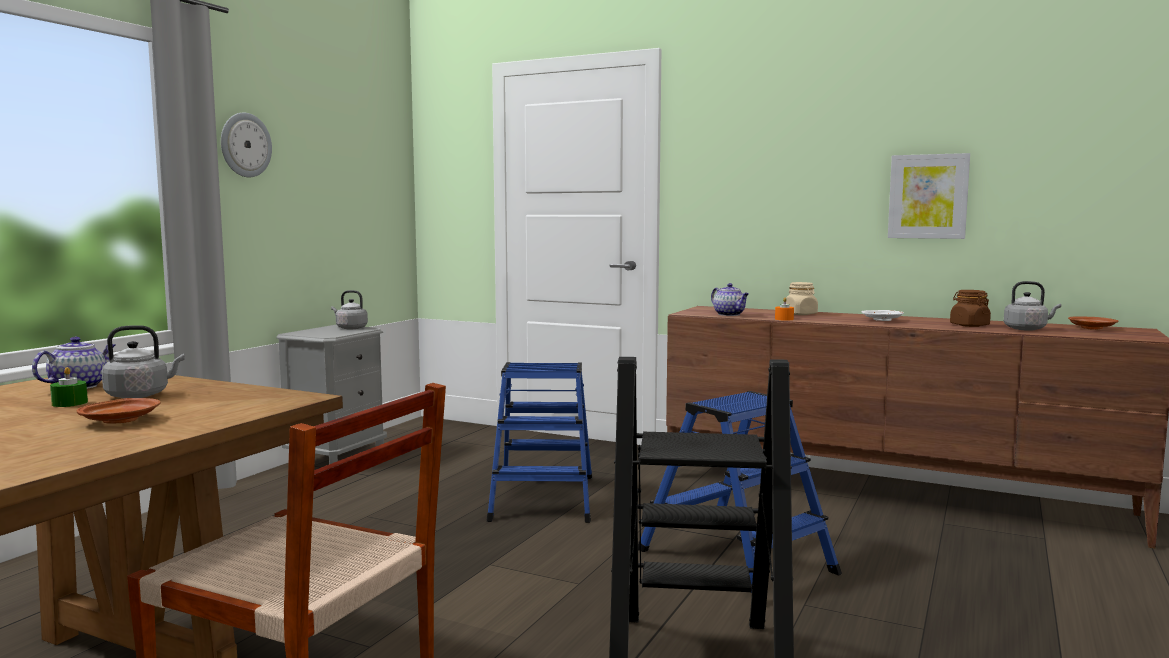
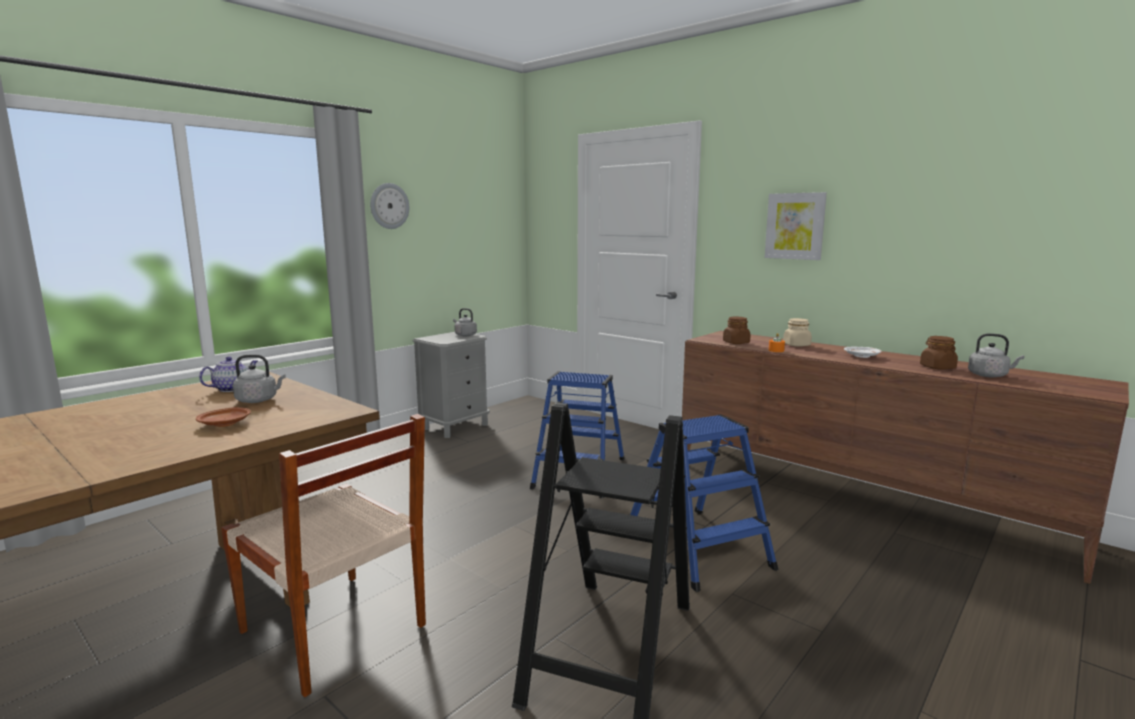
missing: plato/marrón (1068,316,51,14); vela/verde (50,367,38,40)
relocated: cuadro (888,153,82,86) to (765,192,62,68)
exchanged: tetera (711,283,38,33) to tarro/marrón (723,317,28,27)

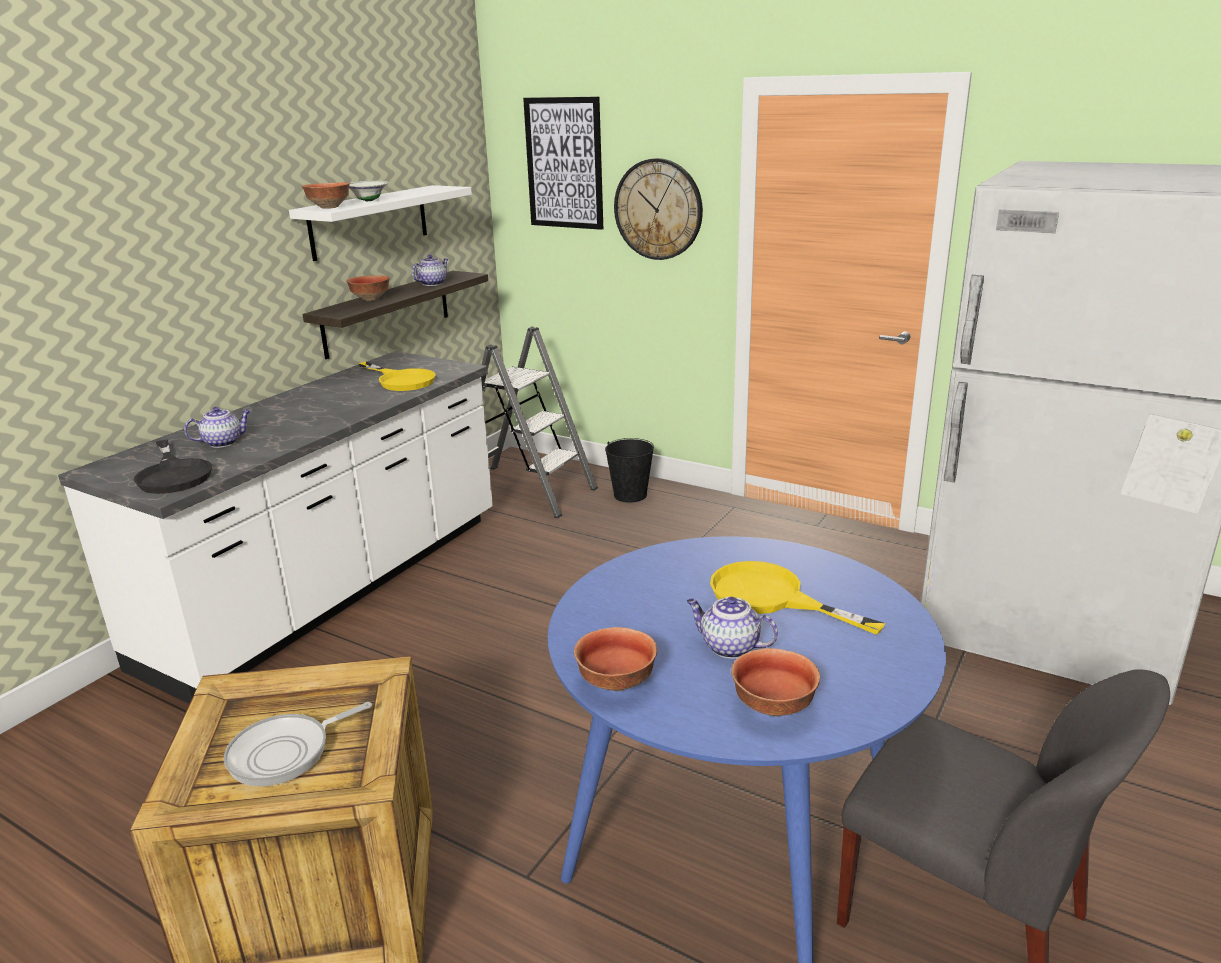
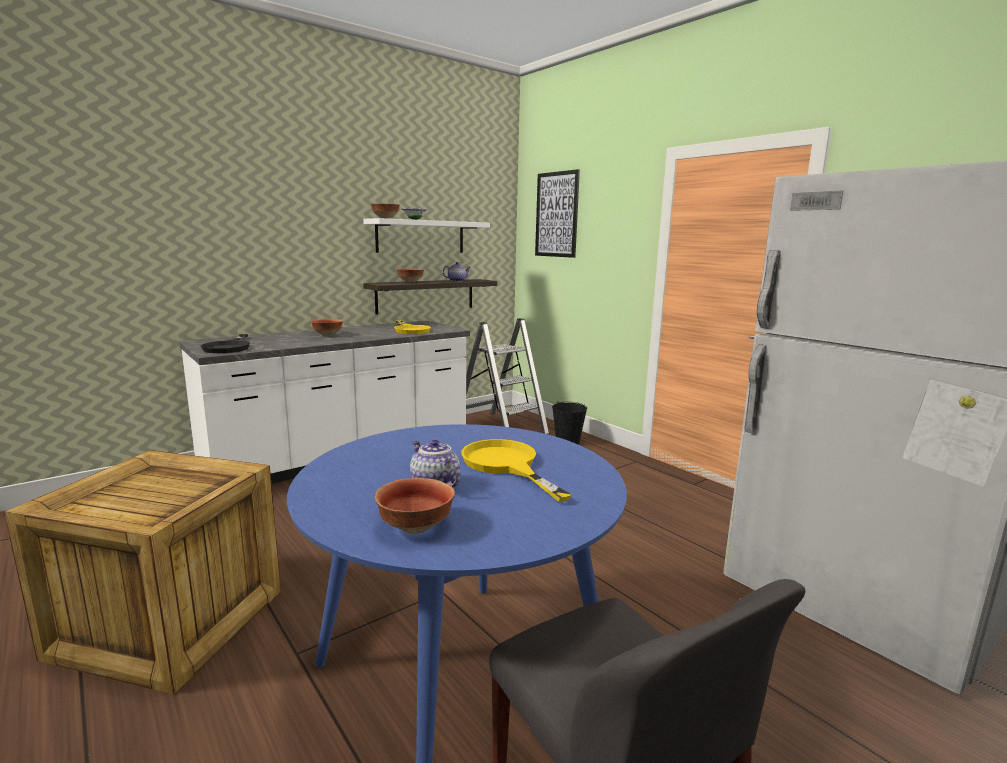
missing: reloj de pared (614,158,89,102); tetera (184,407,67,41); sartén (224,702,148,84)
relocated: cuenco (574,627,83,64) to (311,319,32,17)

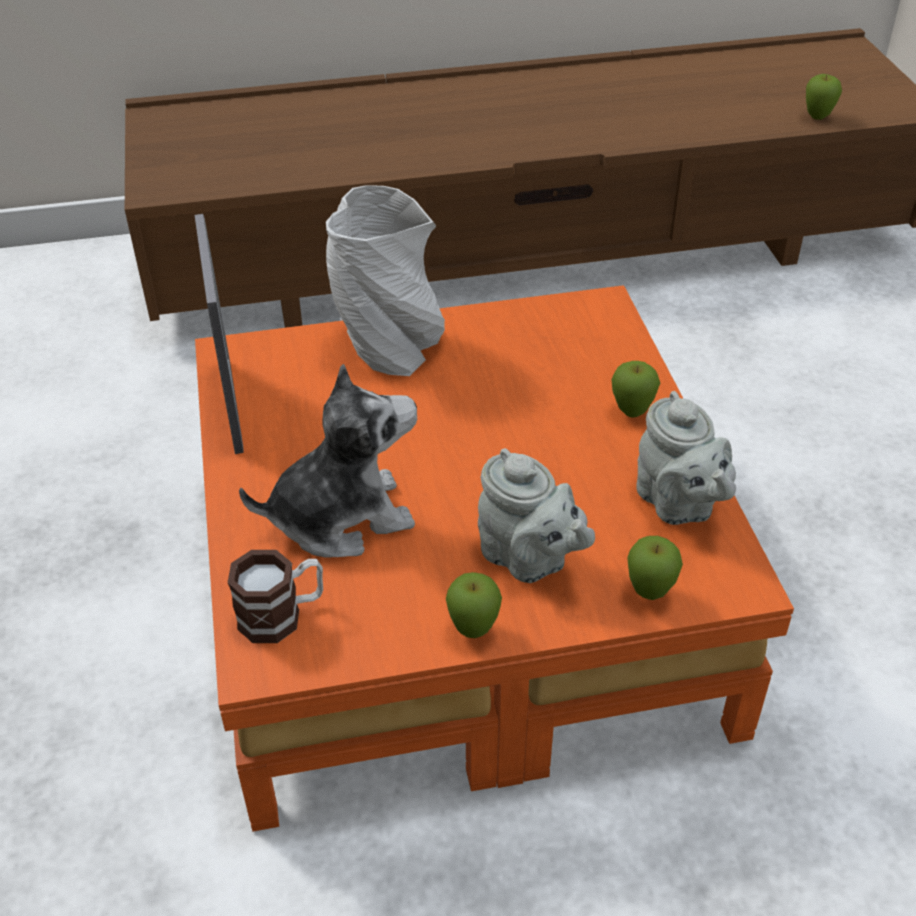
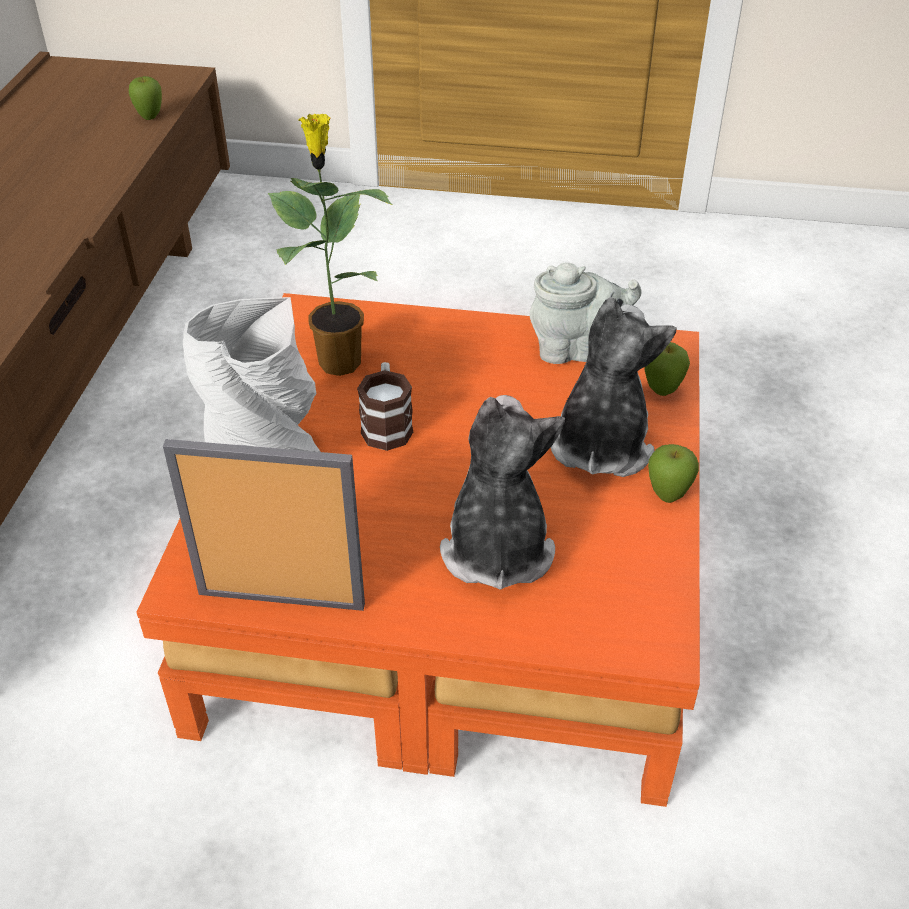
missing: manzana (611,361,49,57)
appeared: planta en maceta (268,113,124,263)
relocated: taza grande (227,550,96,93) to (357,362,56,89)
exchanged: tetera/gris (478,448,117,135) to peluche (551,296,126,181)

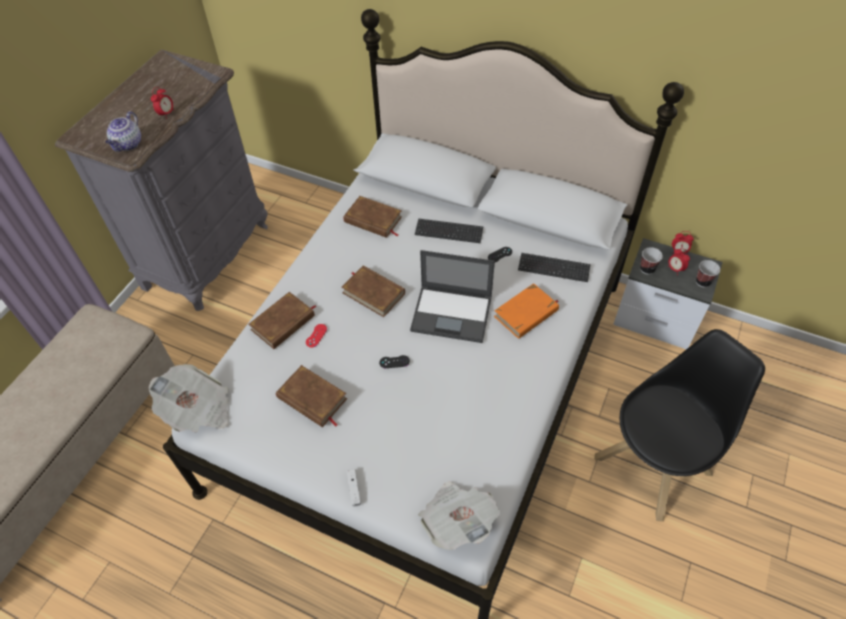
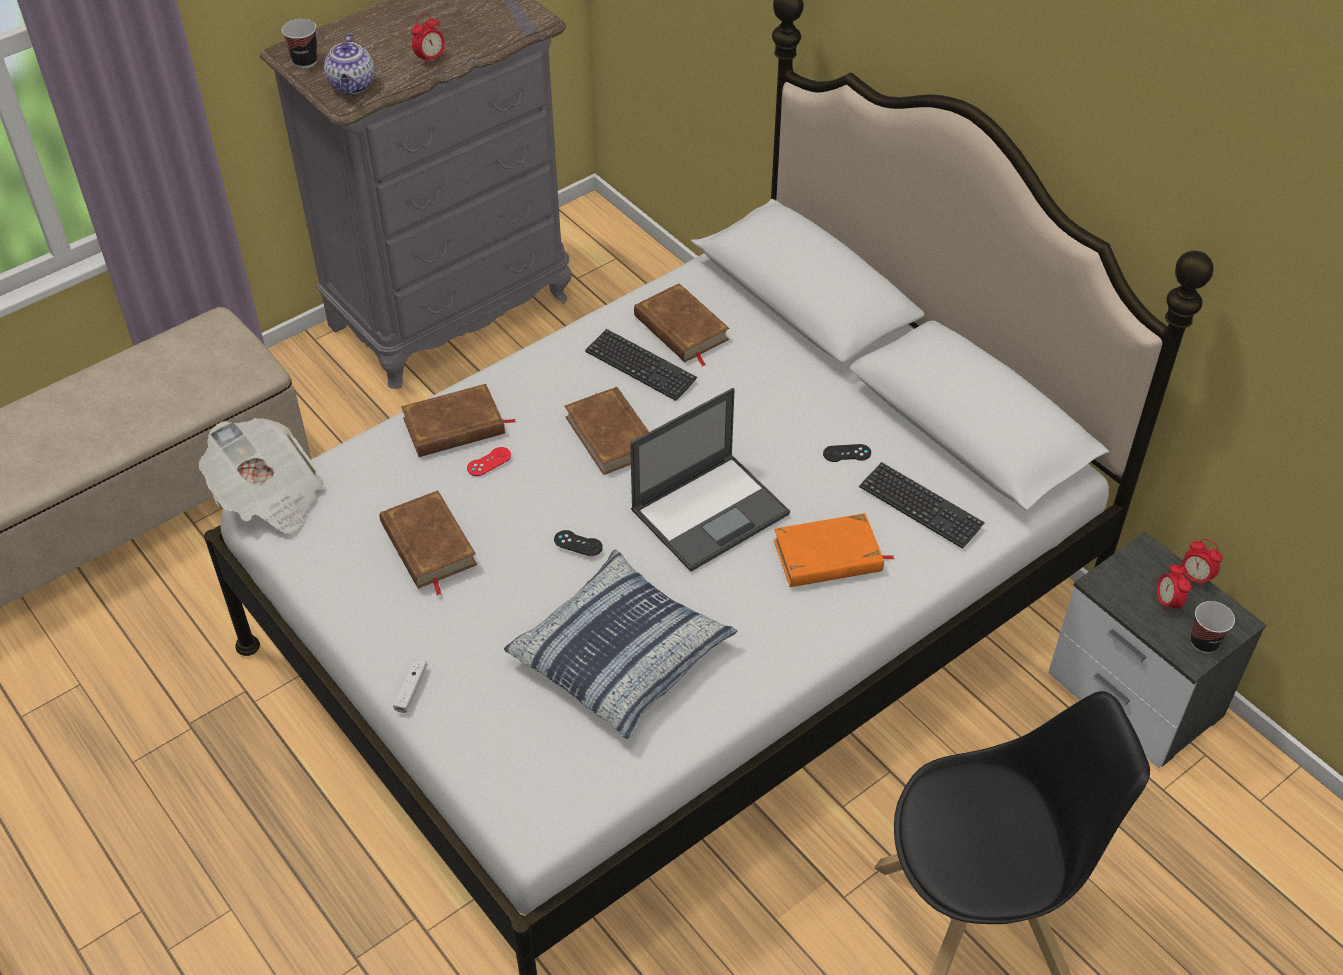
missing: periódico (418,482,82,68)
appeared: cojín (504,549,233,190)
relocated: teclado (415,218,68,25) to (585,329,112,72); taza (640,247,23,27) to (282,19,36,49)
spun: tetera (105,111,36,41) = (324,33,51,61) 45 degrees counterclockwise; portátil (410,250,85,93) = (630,388,160,184) 75 degrees counterclockwise

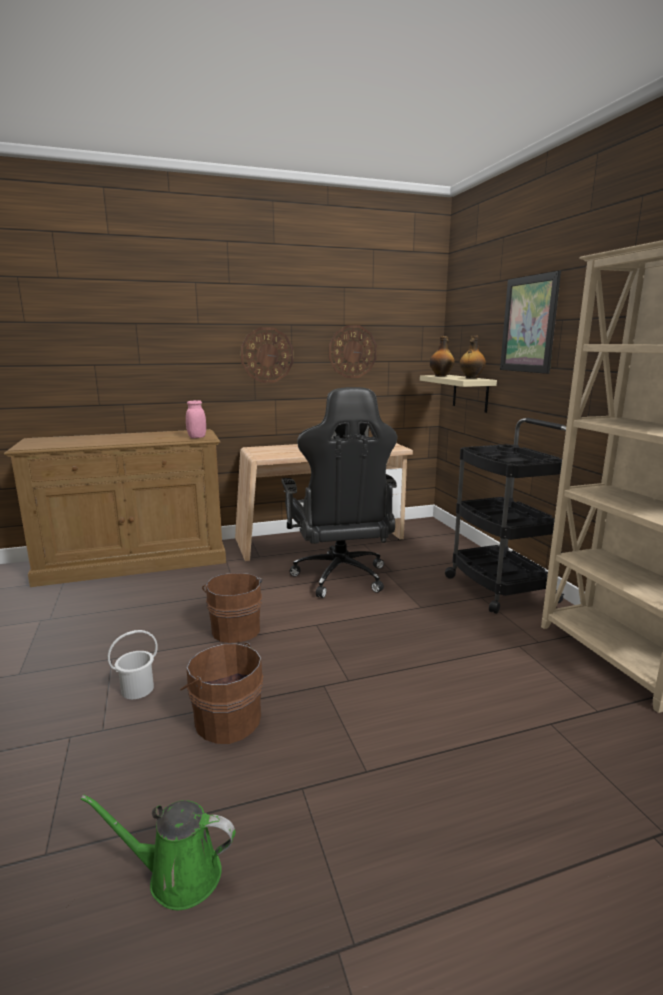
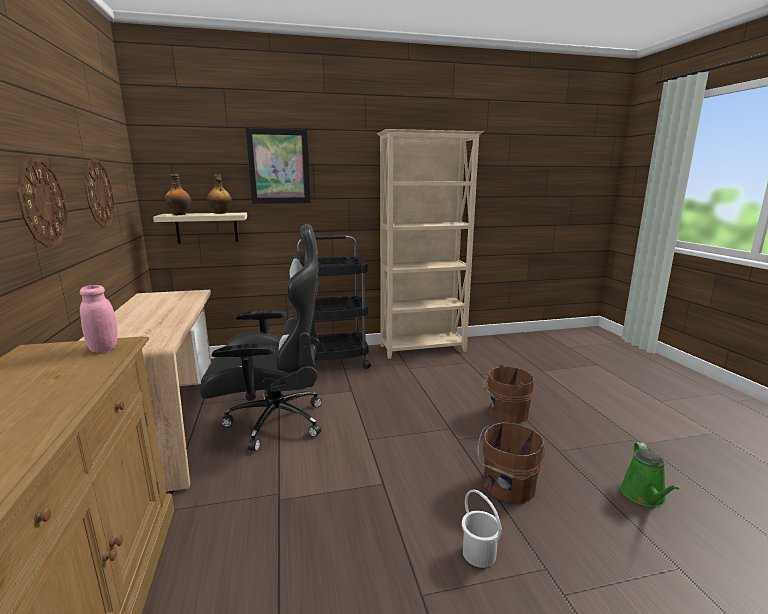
relocated: cubo/marrón (202,573,61,70) to (483,365,51,58)

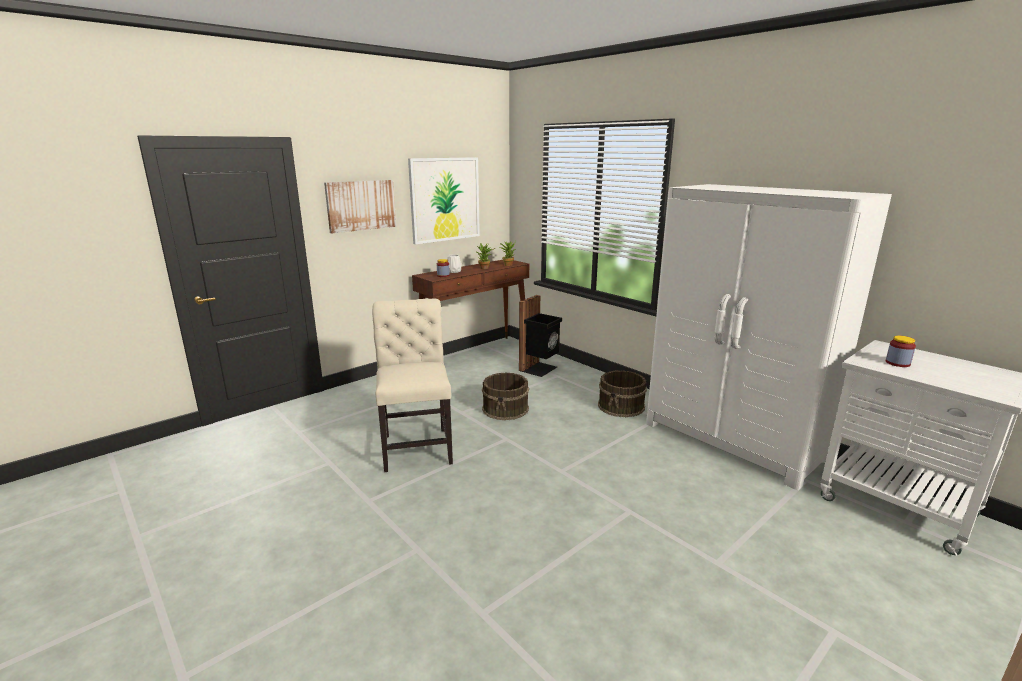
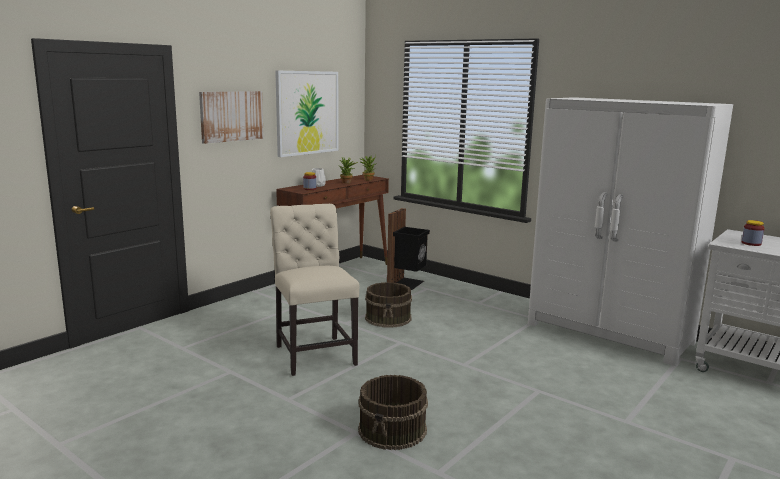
relocated: cubo/marrón (598,370,49,48) to (358,375,70,75)

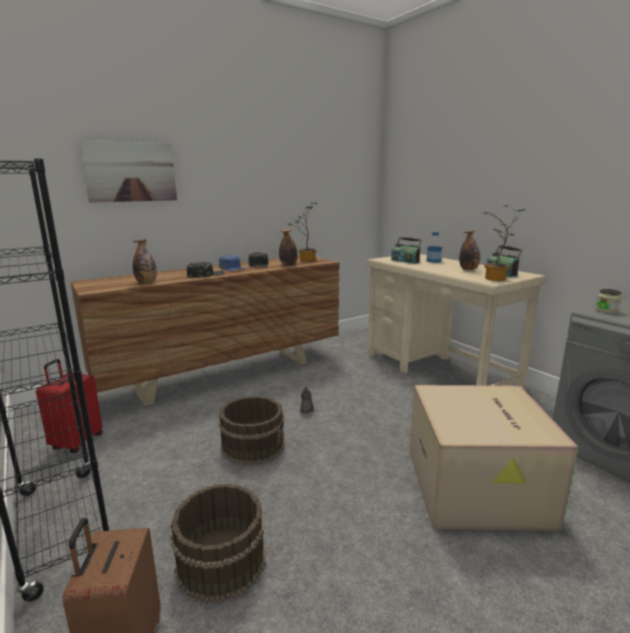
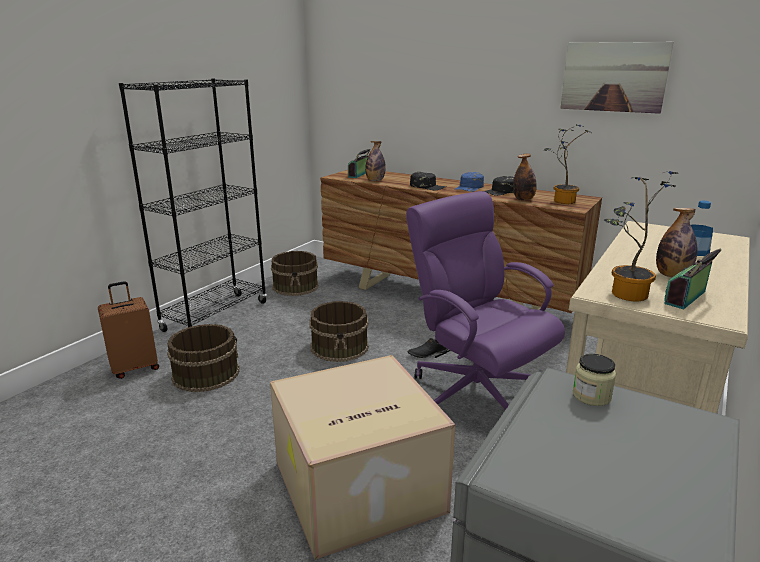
appeared: silla de oficina/morado (406,191,159,219)
relocated: cuadro (79,140,98,63) to (560,42,114,72); radio (391,237,31,27) to (348,149,22,29)
exchanged: maleta/rojo (36,359,67,94) to cubo/marrón (271,251,48,45)

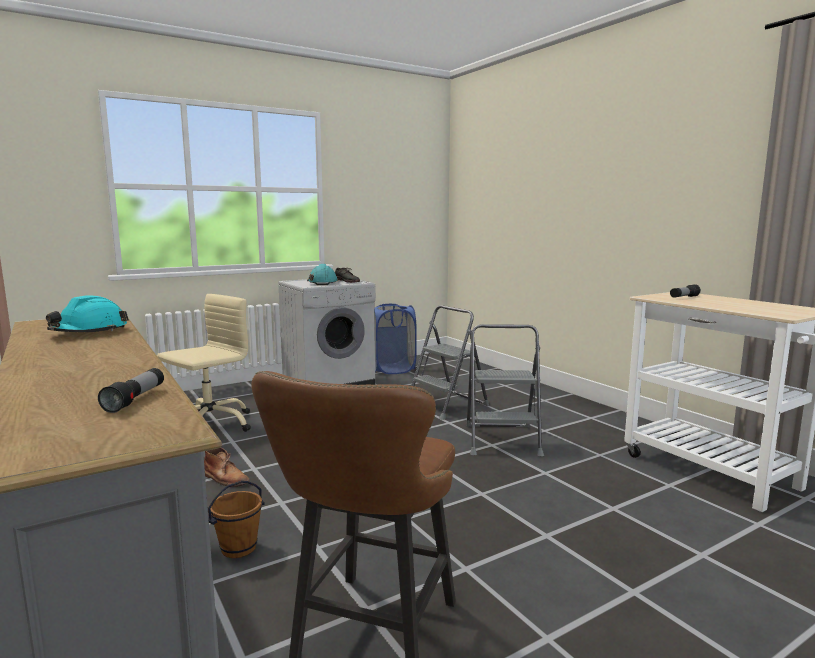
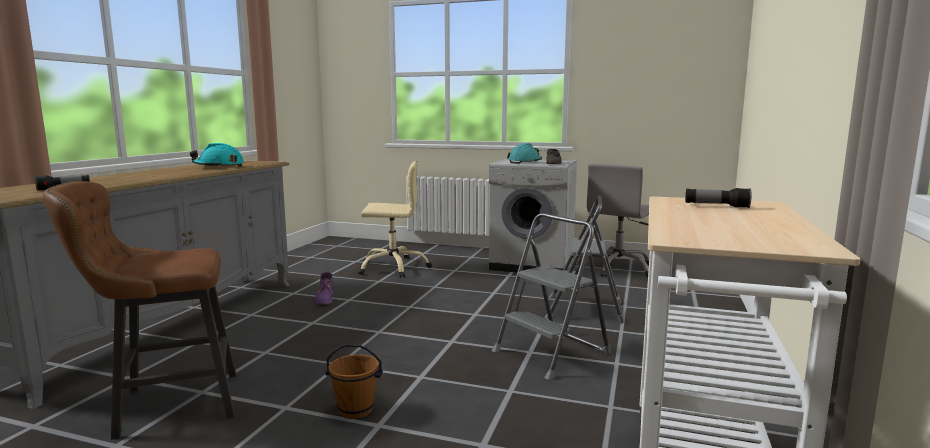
relocated: cubo/marrón (208,481,57,77) to (325,344,58,75)
exchanged: cesto de la ropa/azul (374,304,43,70) to silla de oficina/gris (579,164,70,113)
colour: bota/marrón (204,448,46,39) to bota/morado (315,272,19,34)

